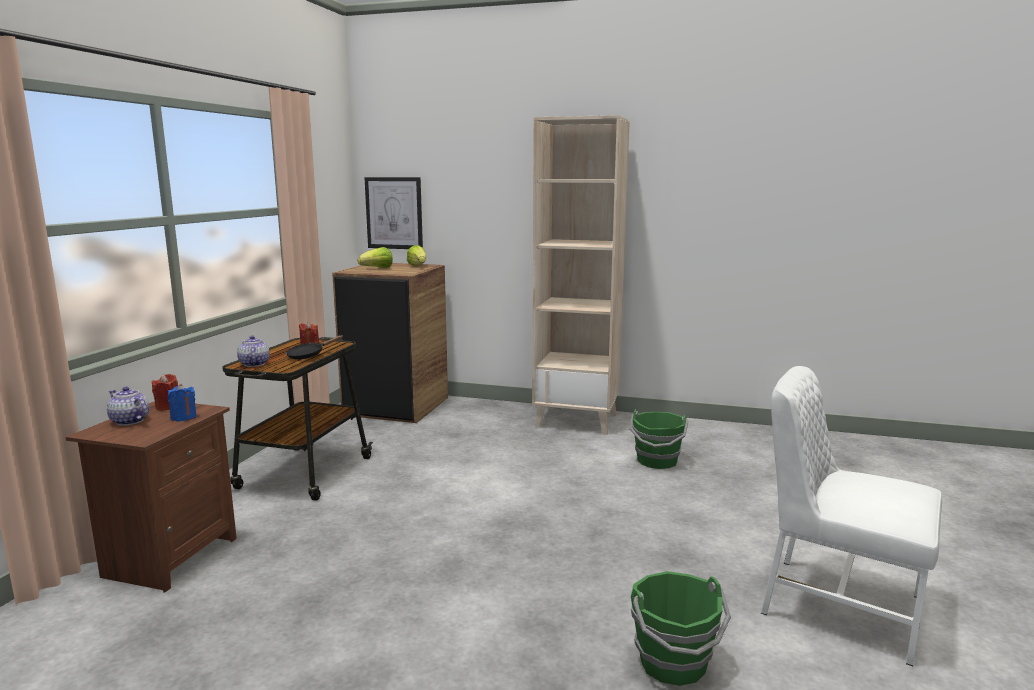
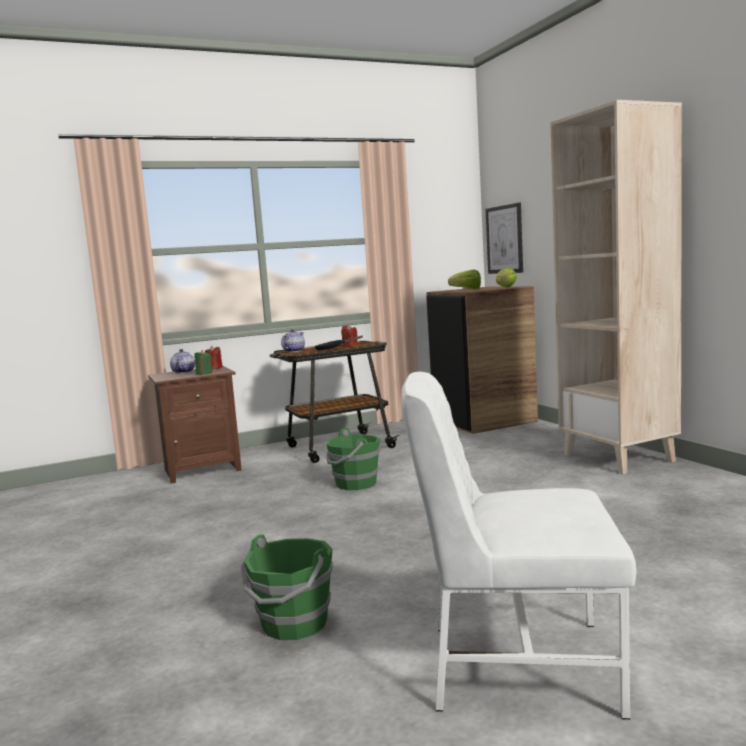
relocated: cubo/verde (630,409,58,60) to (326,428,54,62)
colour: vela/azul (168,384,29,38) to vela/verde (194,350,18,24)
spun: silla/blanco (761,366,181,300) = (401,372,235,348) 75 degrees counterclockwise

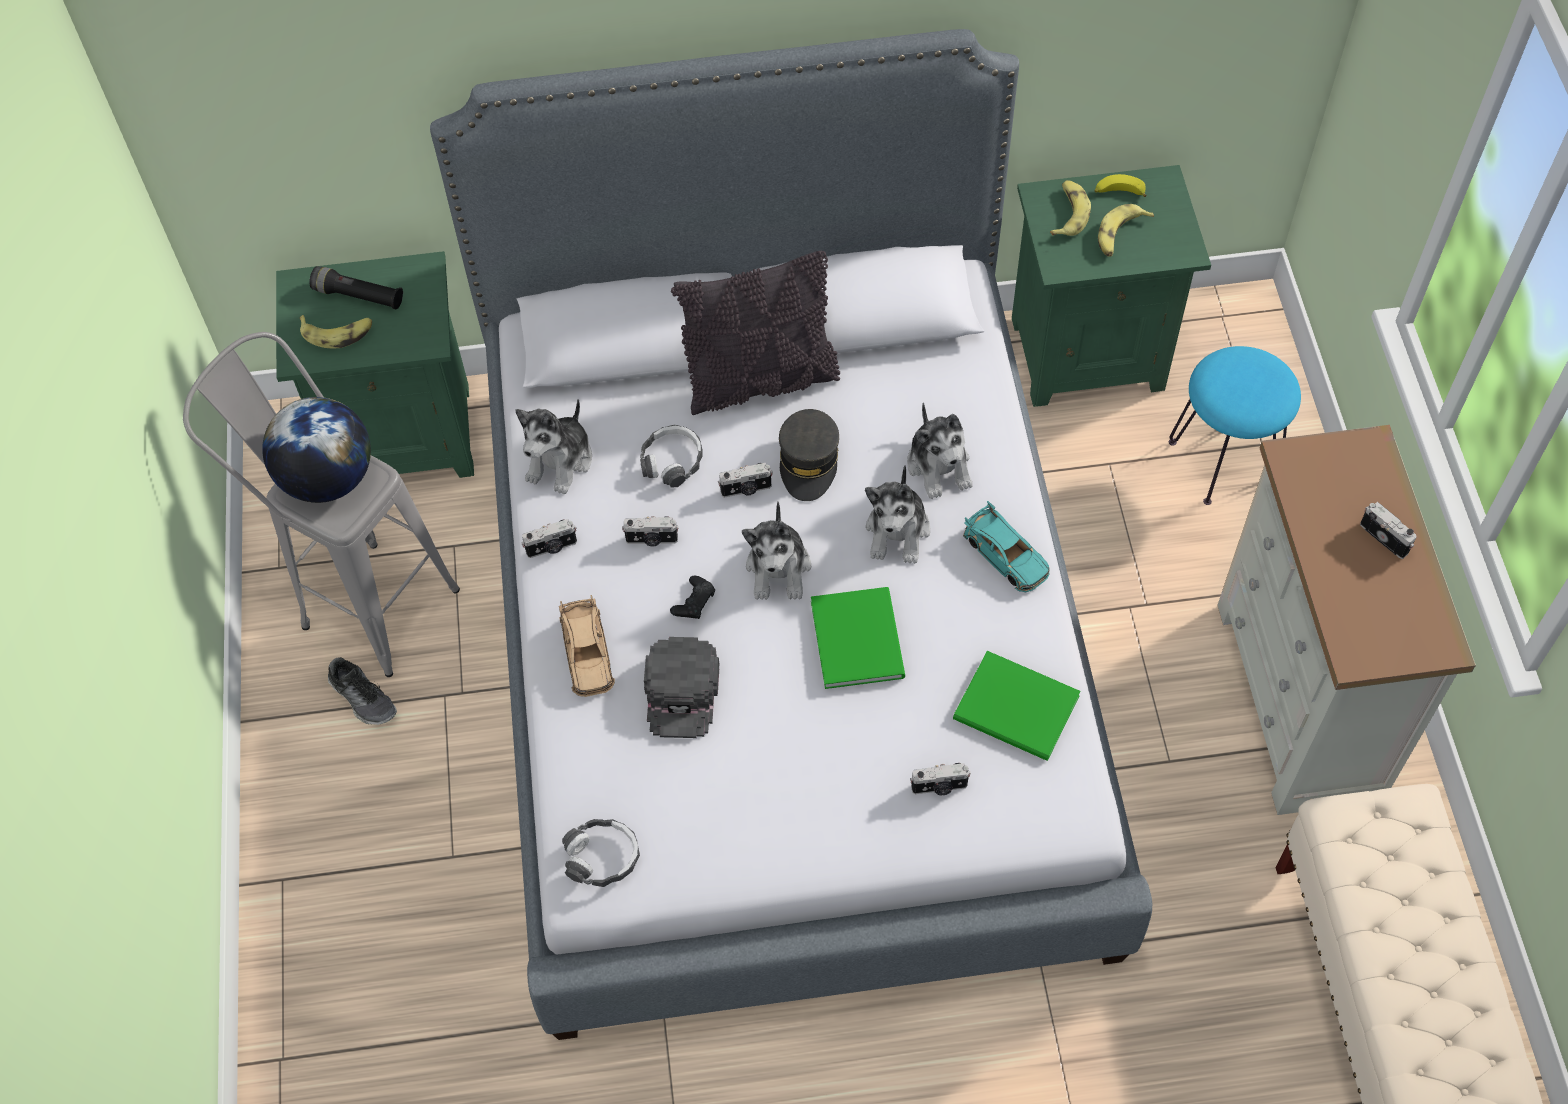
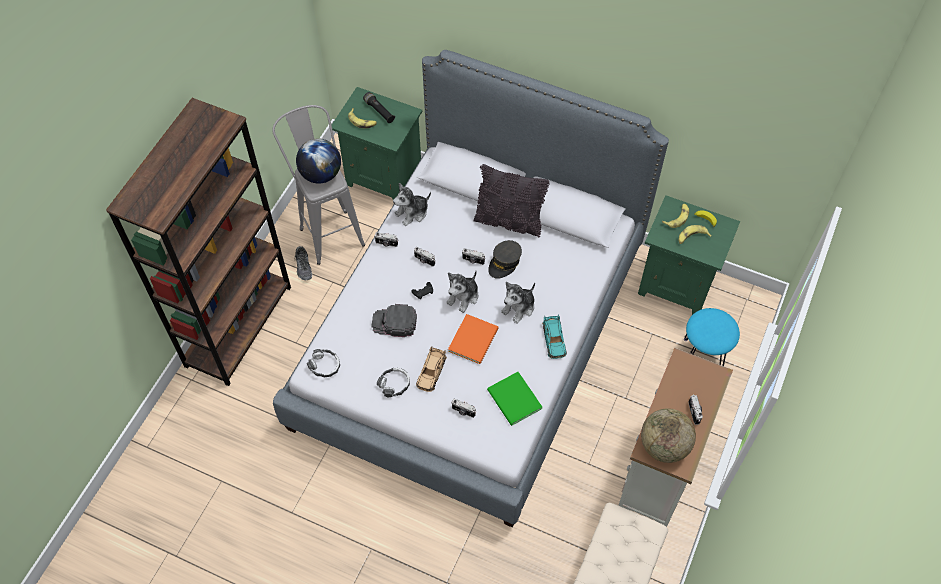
missing: peluche (907,402,66,97)
appeared: estantería/marrón (106,98,185,288); globo terráqueo (641,408,55,55)
relocated: auriculares (640,425,63,62) to (377,368,33,30); coche de juguete/beis (559,595,56,102) to (416,346,31,46)
colour: libro/verde (811,587,94,102) to libro/naranja (448,314,51,50)
spun: gorra/negro (644,637,75,101) = (371,304,46,33) 60 degrees clockwise

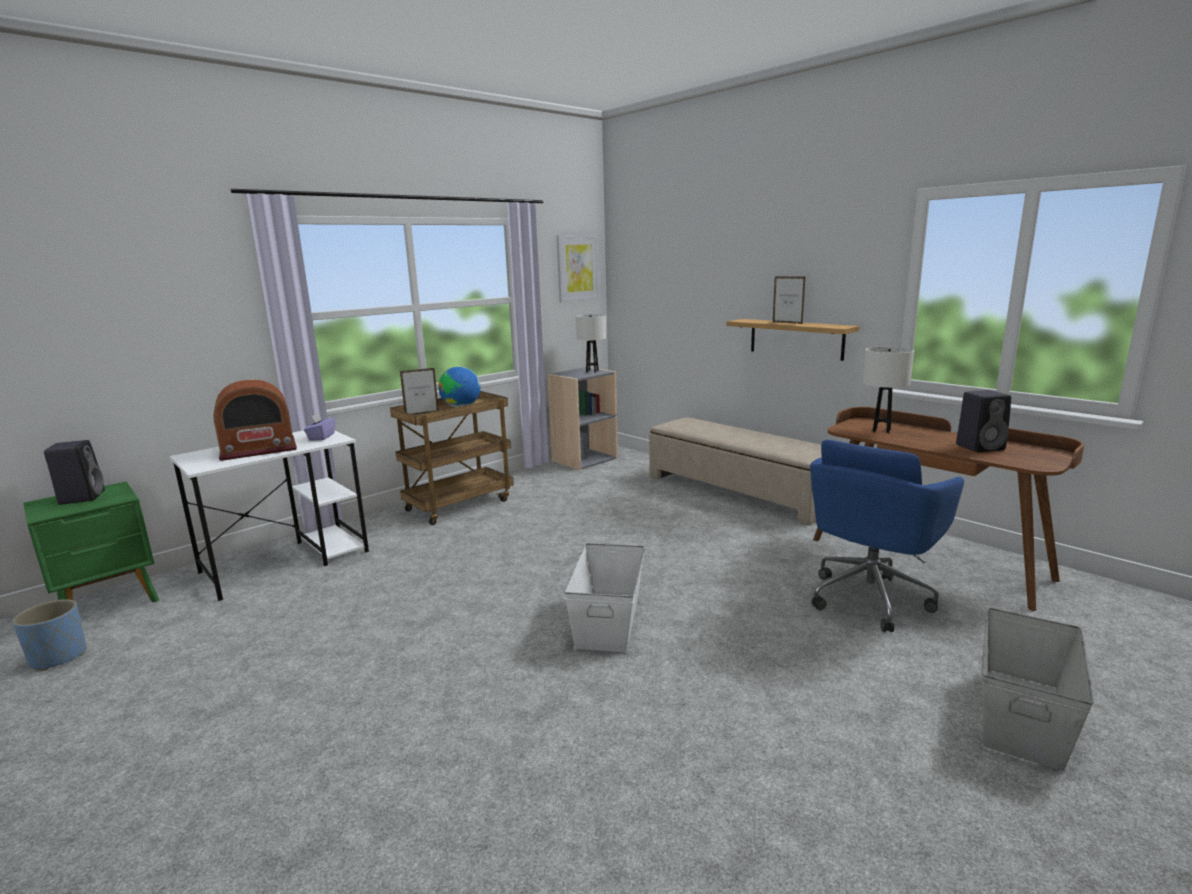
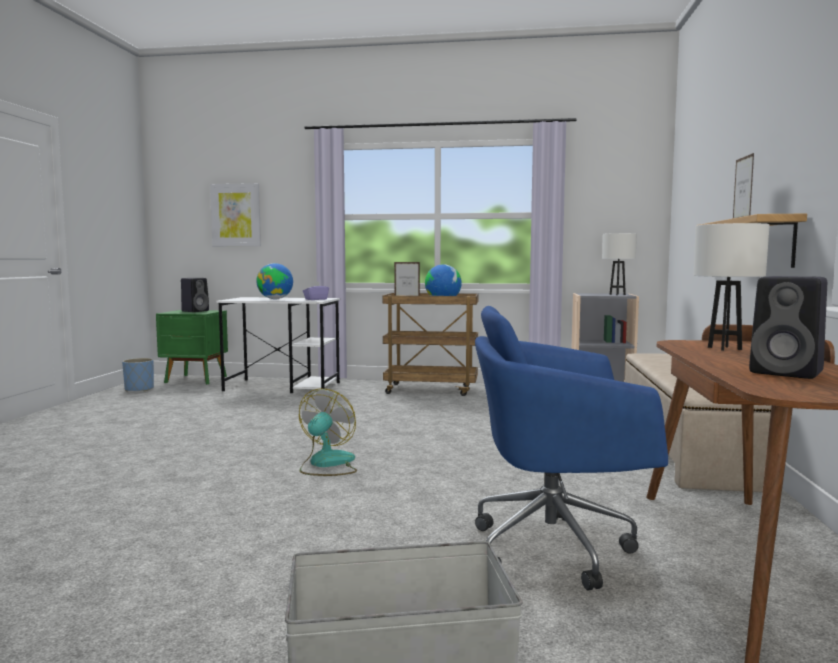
relocated: cuadro (557,235,43,67) to (210,183,51,63)
exchanged: radio (213,380,84,81) to globo terráqueo (256,263,37,36); caja de almacenaje/blanco (564,543,81,109) to ventilador (299,389,58,87)

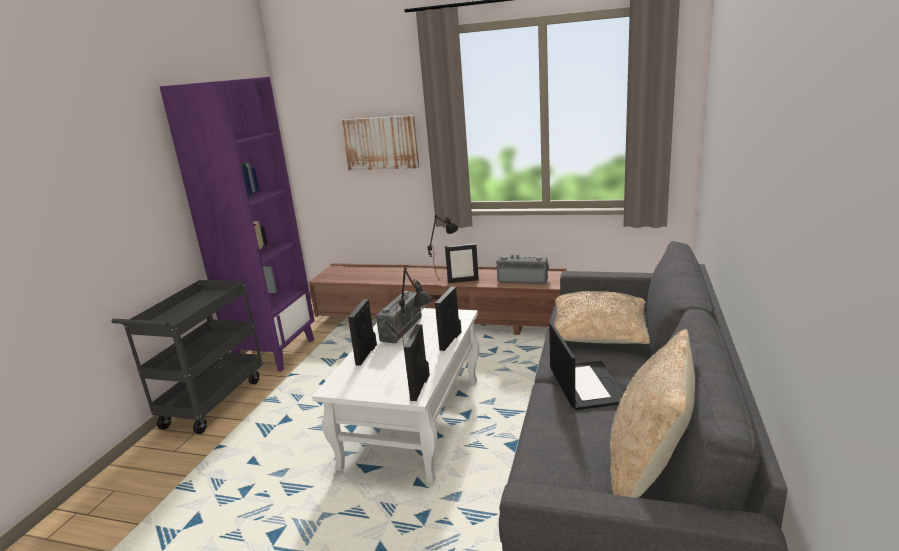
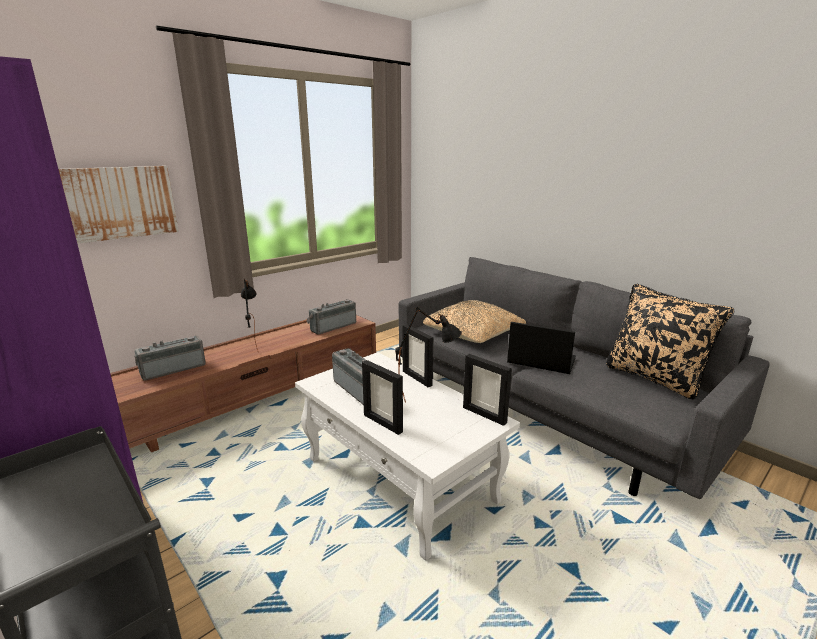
missing: portarretratos (445,243,34,40)
appeared: radio (134,335,72,46)
colour: cojín/beis (609,329,86,169) to cojín/negro (606,284,128,115)

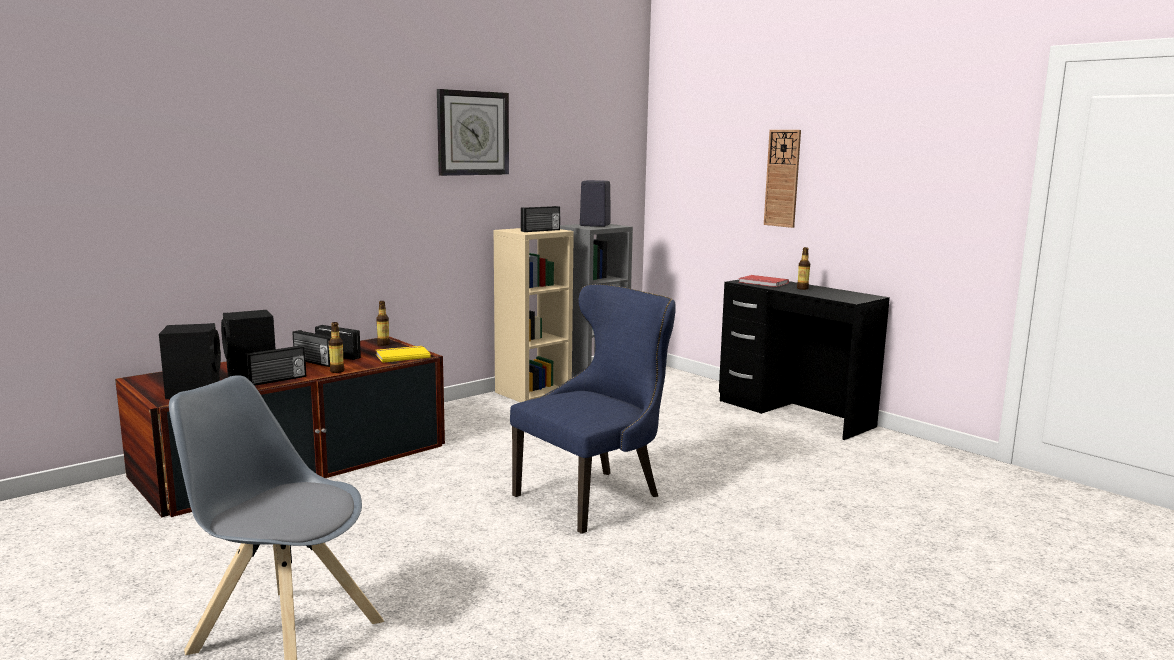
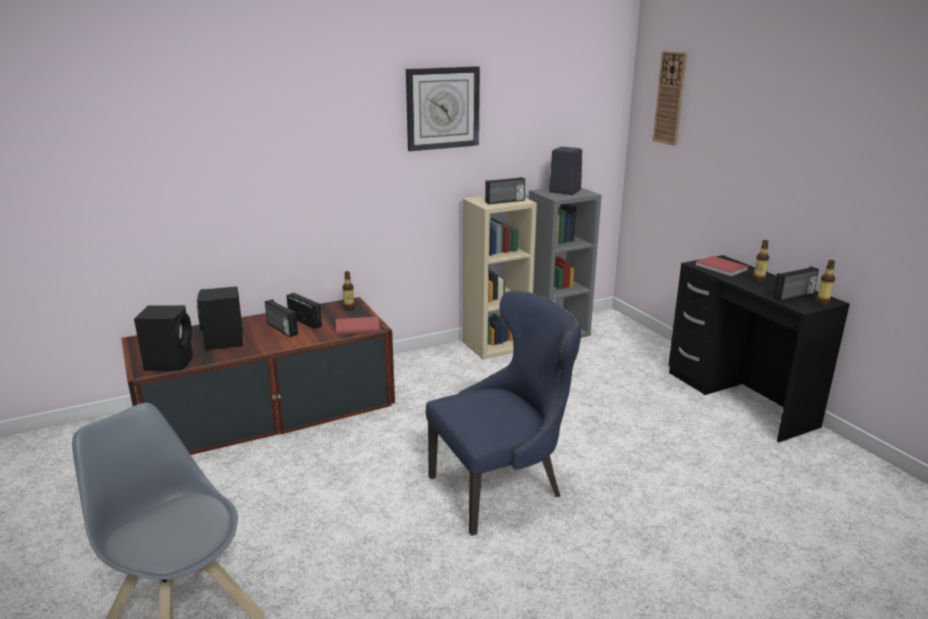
relocated: reloj de pared (764,130,37,98) to (653,51,34,95); botella (329,322,15,51) to (816,260,19,46); radio (245,345,61,41) to (773,267,46,35)
colour: libro/amarillo (376,346,55,17) to libro/rojo (336,316,44,19)

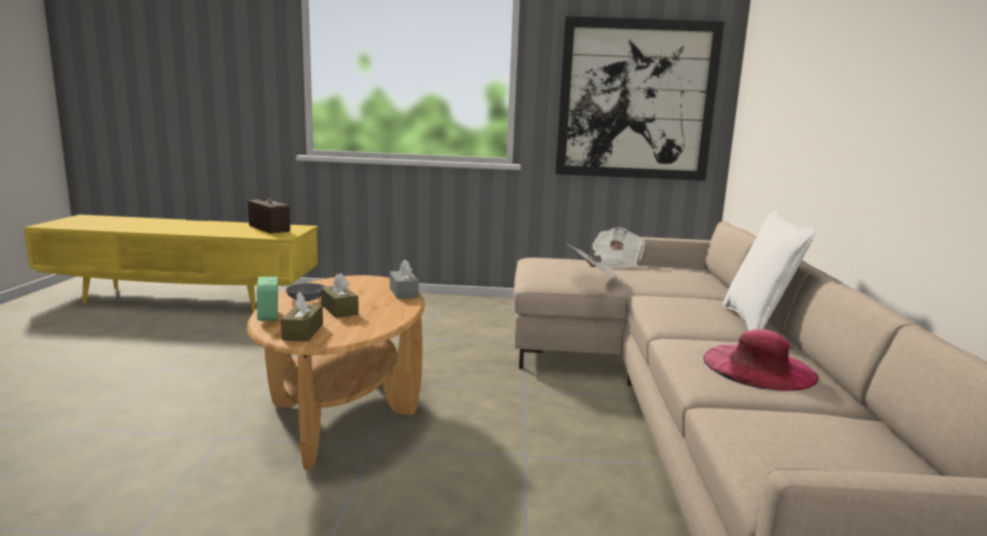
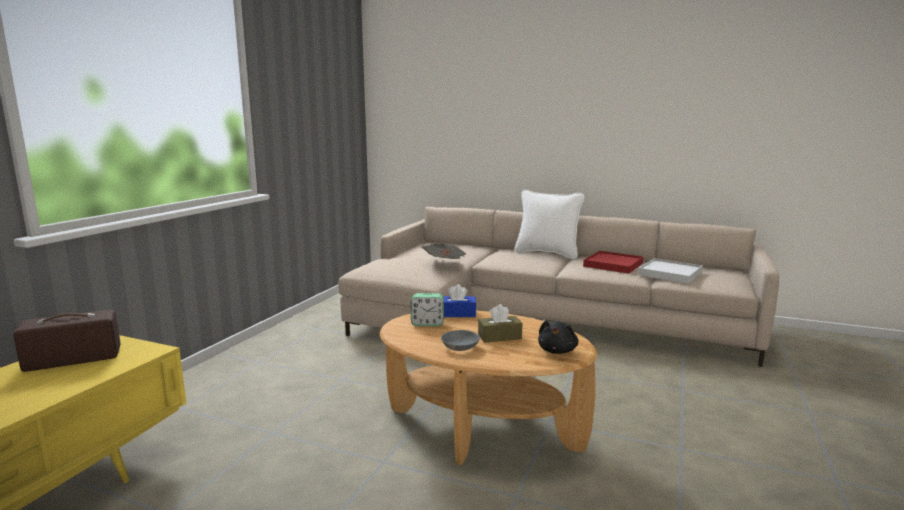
missing: cuadro (555,16,169,165); periódico (592,227,53,42)
appeared: bandeja/blanco (638,258,65,26)
relocated: despertador (257,277,21,44) to (411,293,33,33)
exchanged: caja de pañuelos/marrón (281,292,42,50) to peluche/negro (538,321,41,33); sombrero/rosa (703,329,116,62) to bandeja/rojo (583,251,60,23)
colour: caja de pañuelos/gris (390,259,29,40) to caja de pañuelos/azul (444,284,32,33)

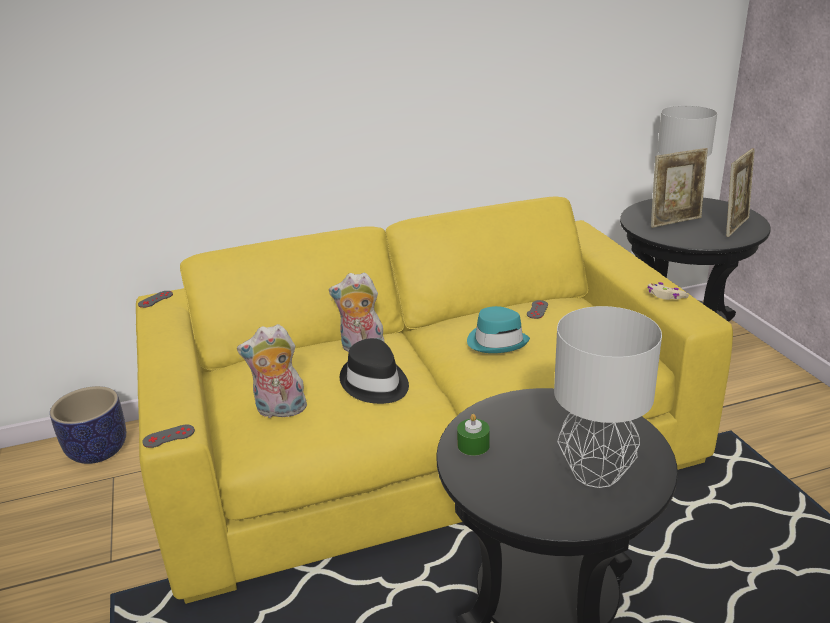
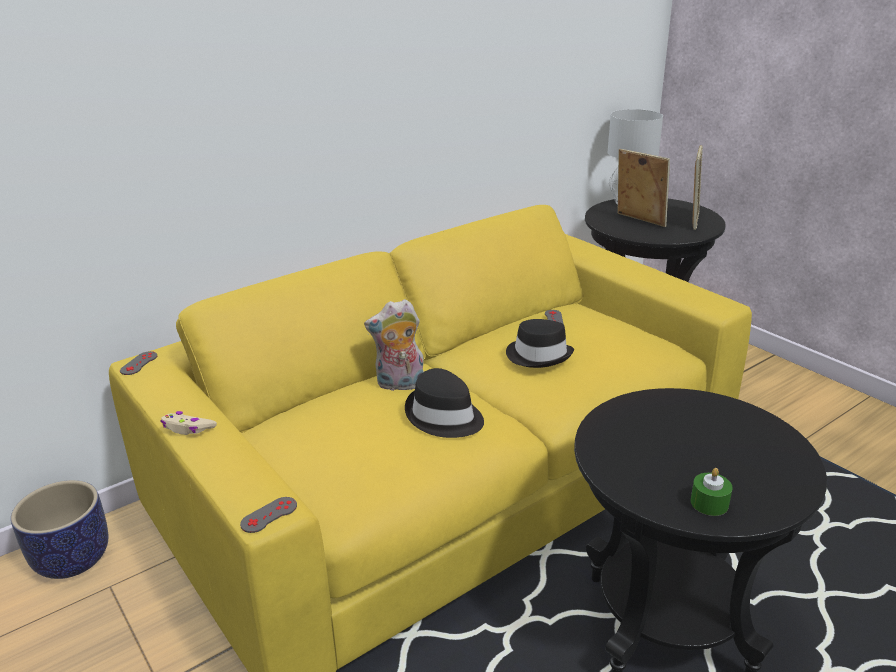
missing: lámpara de mesa/gris (554,306,108,182); peluche (237,324,70,94)
relocated: mando de consola/beis (647,282,42,18) to (160,411,57,24); vela/verde (457,414,33,42) to (690,468,43,48)
colour: sombrero/turquesa (467,306,63,47) to sombrero/negro (506,319,68,49)
spun: portarretratos (651,148,57,80) = (617,149,53,78) 90 degrees counterclockwise

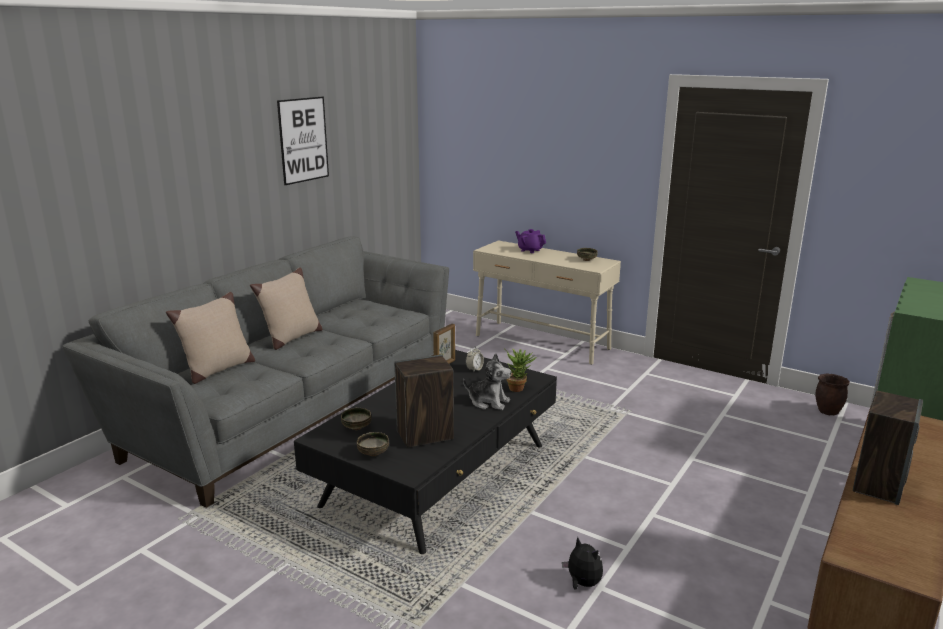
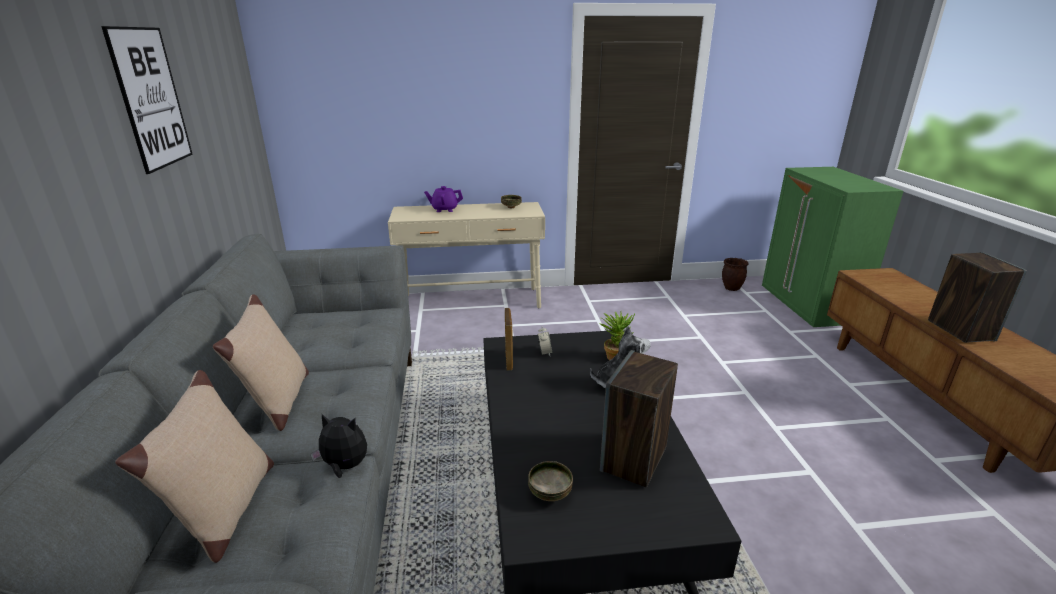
missing: cuenco (357,432,32,24)
relocated: peluche (562,537,41,53) to (310,414,57,64)

